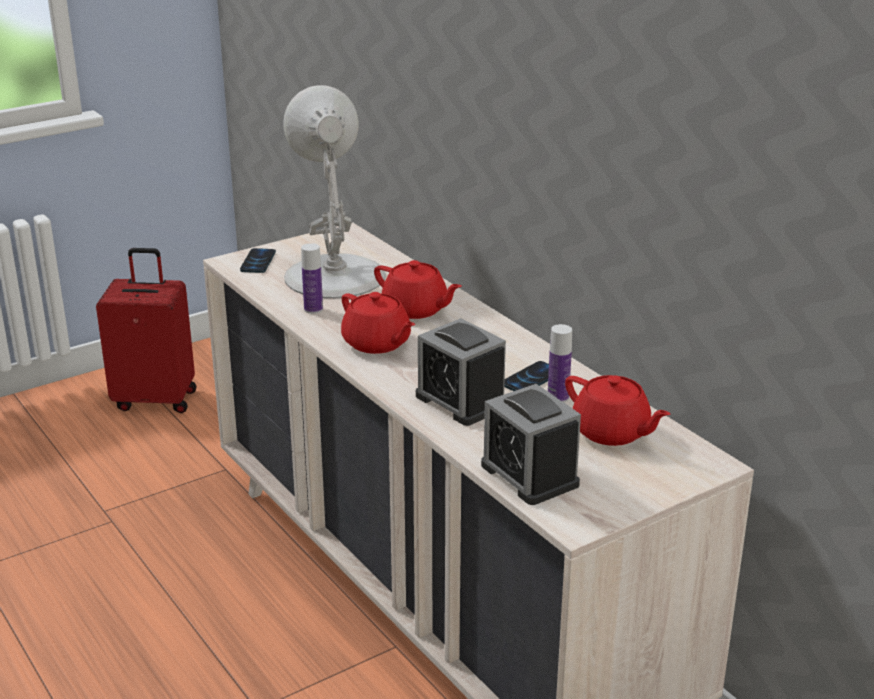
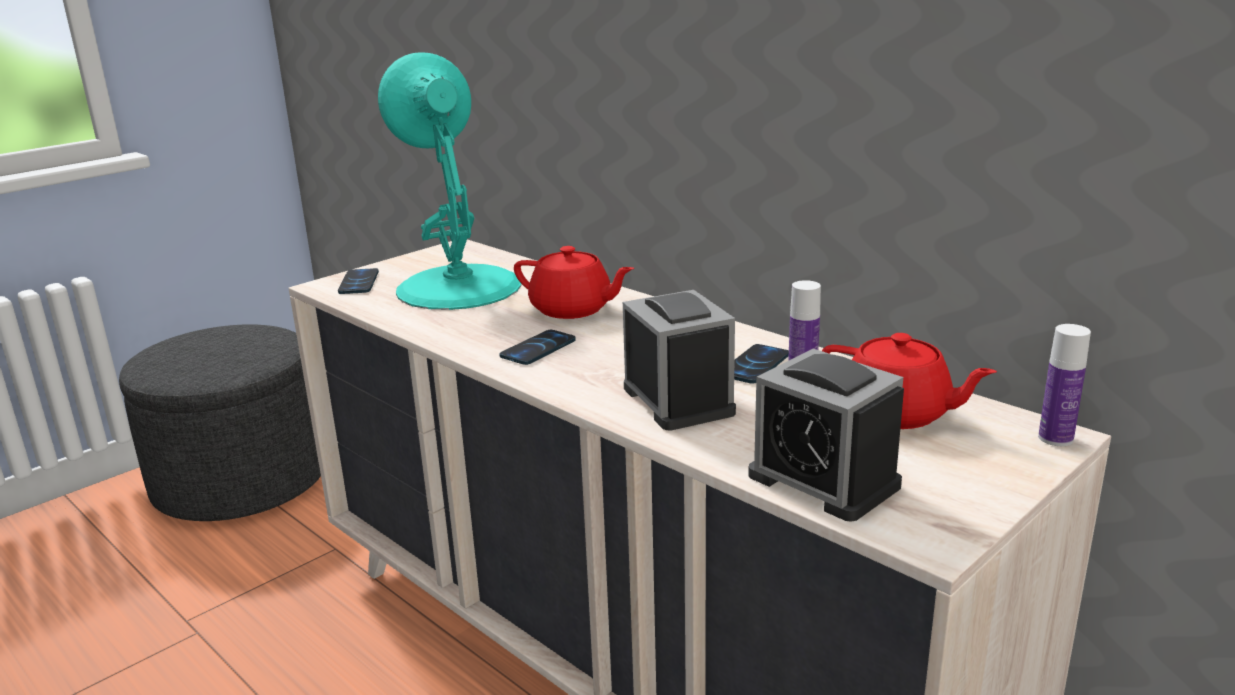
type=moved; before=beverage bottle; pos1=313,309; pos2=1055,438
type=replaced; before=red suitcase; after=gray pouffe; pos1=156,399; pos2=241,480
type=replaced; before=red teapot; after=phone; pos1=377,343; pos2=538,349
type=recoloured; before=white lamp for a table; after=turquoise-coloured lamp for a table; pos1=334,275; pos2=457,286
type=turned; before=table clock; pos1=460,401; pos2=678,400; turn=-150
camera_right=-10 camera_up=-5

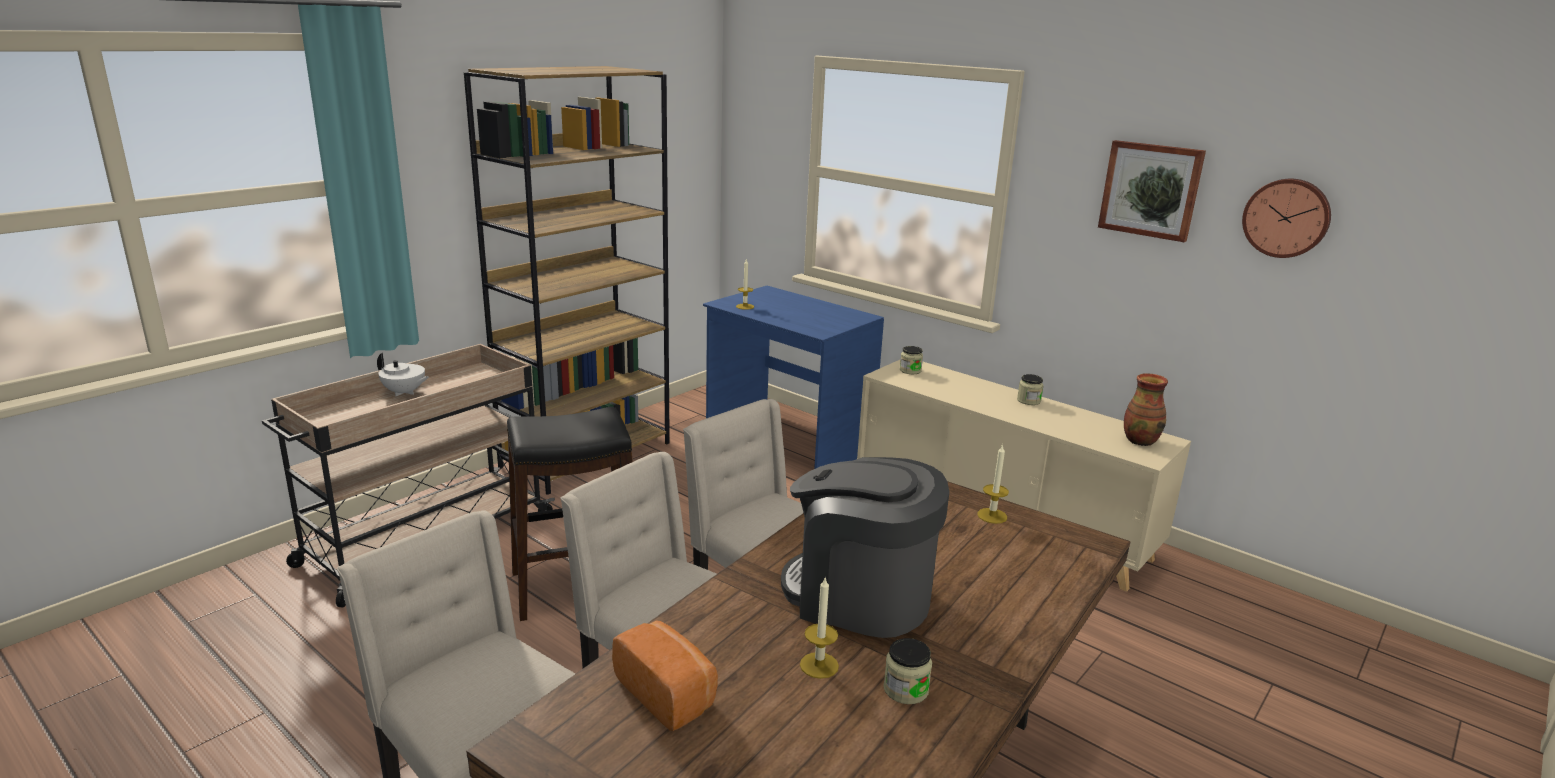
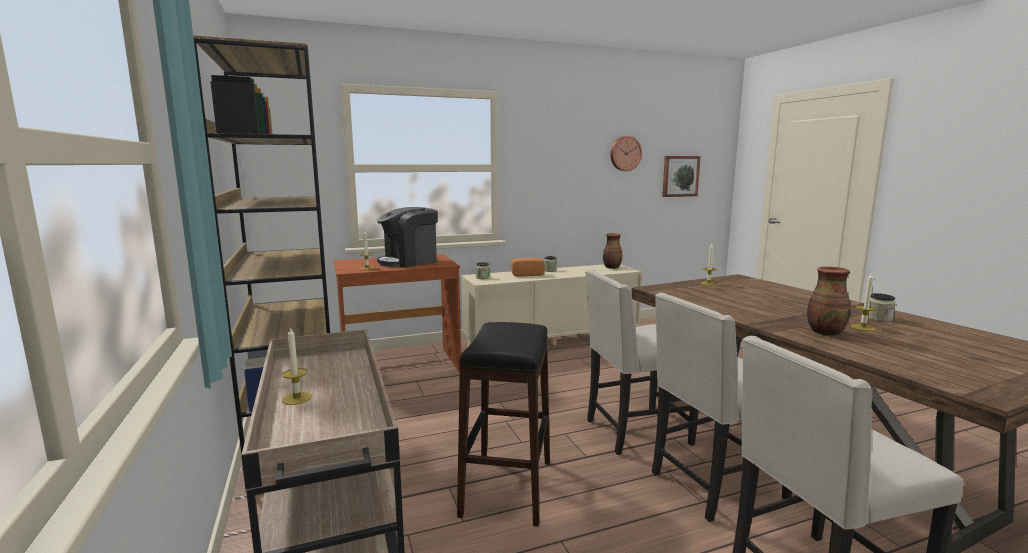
type=added; after=decorative vase; pos2=825,332
type=moved; before=bakery bread; pos1=668,692; pos2=526,274
type=moved; before=coffee machine; pos1=859,596; pos2=409,261
type=moved; before=wall art; pos1=1151,190; pos2=680,176
type=replaced; before=white teapot; after=wax candle; pos1=404,392; pos2=297,398
type=recoloured; before=blue desk; after=brown-coloured desk; pos1=786,444; pos2=400,367
camera_right=-60 camera_up=-10

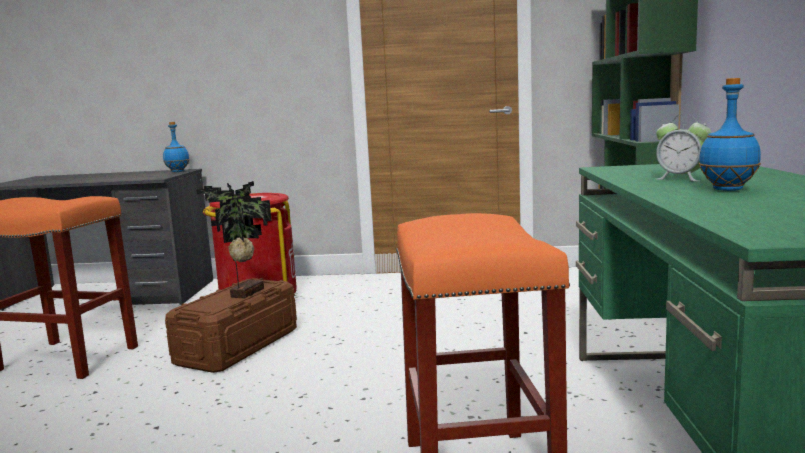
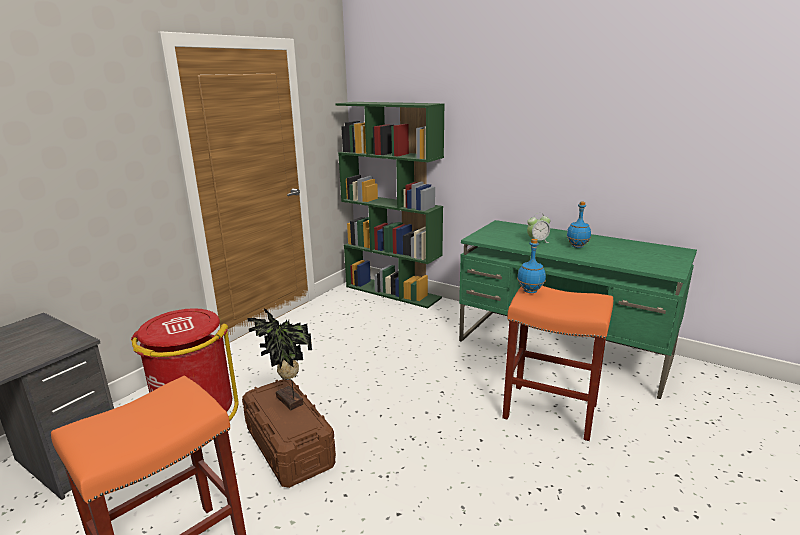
type=moved; before=blue beverage bottle; pos1=177,171; pos2=530,291
camera_right=-60 camera_up=10

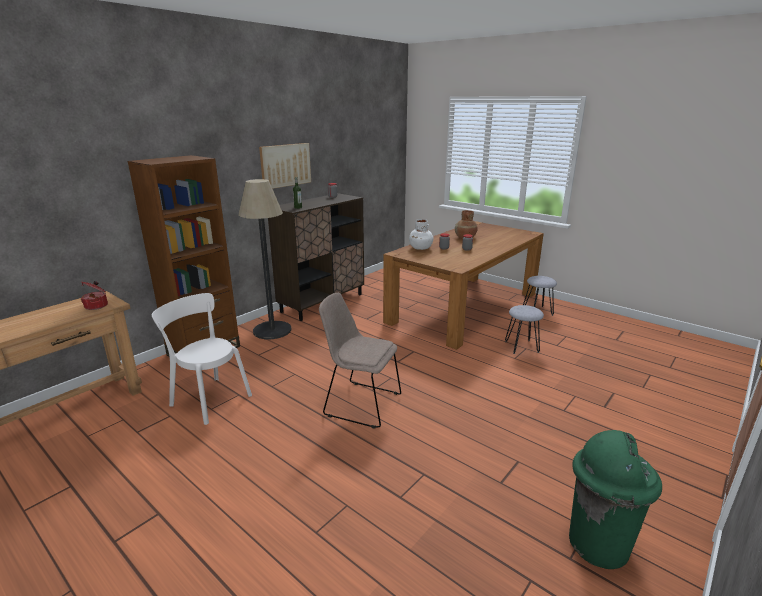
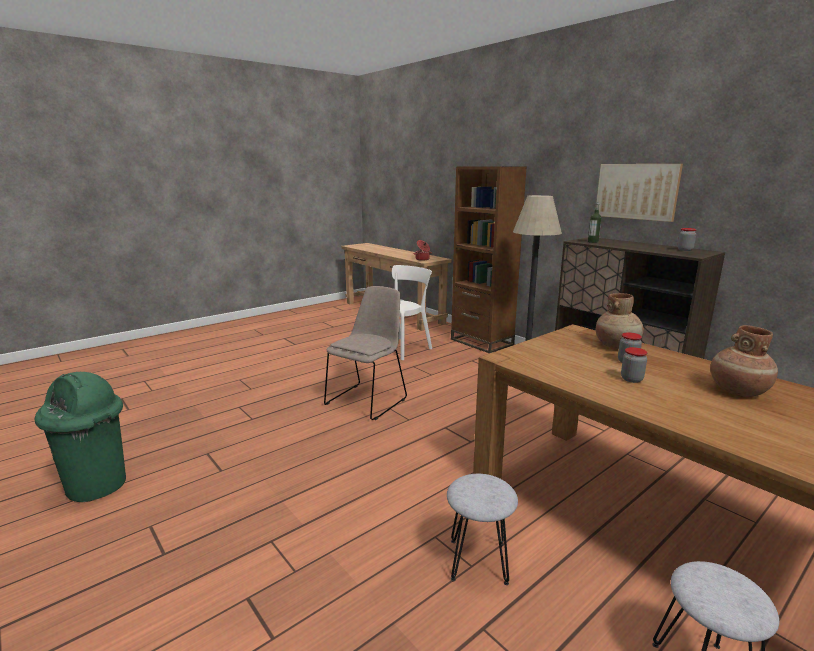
type=recoloured; before=white decorative vase; after=brown-coloured decorative vase; pos1=420,248; pos2=617,346
camera_right=100 camera_up=-5

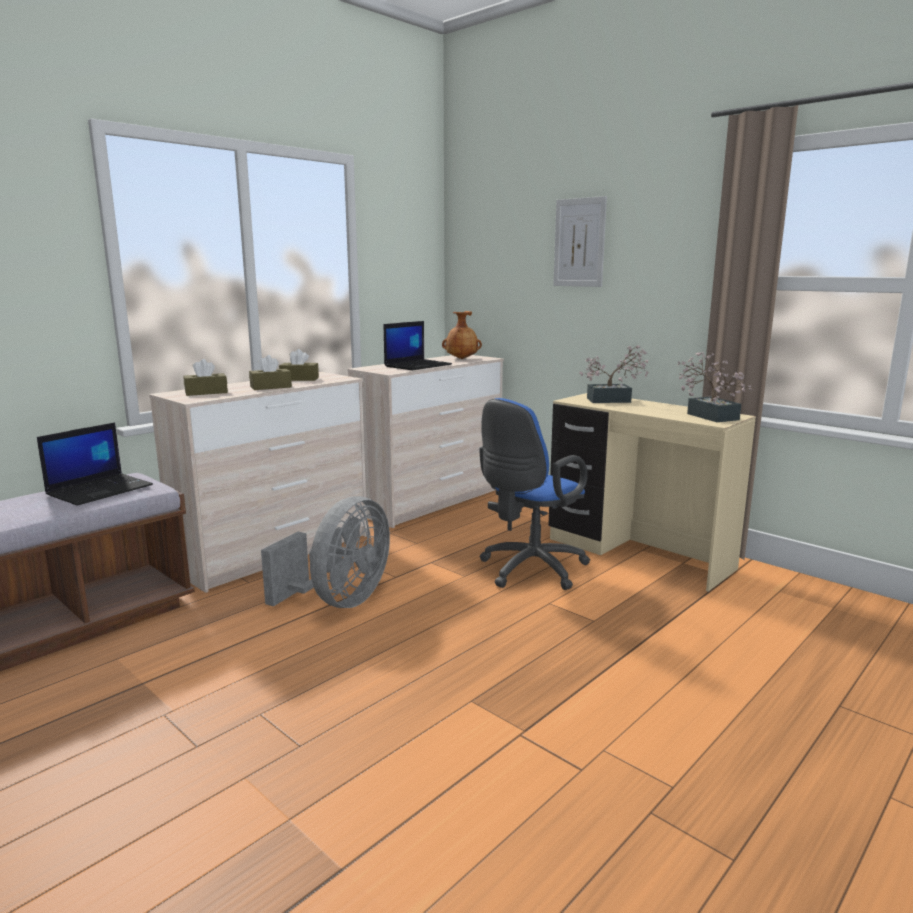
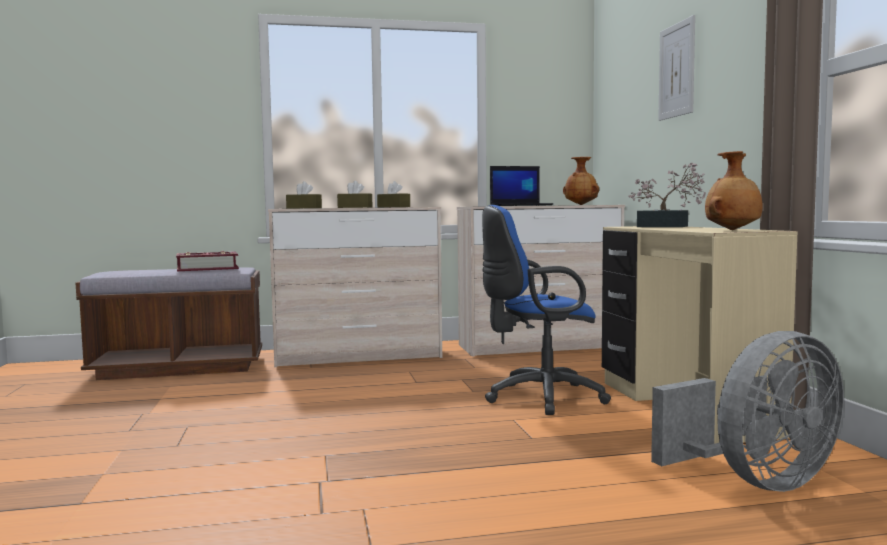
type=moved; before=gray fan; pos1=340,601; pos2=757,481
type=replaced; before=portable computer; after=book; pos1=100,490; pos2=207,268
type=replaced; before=potted plant; after=brown-coloured decorative vase; pos1=709,415; pos2=733,230
camera_right=35 camera_up=-10

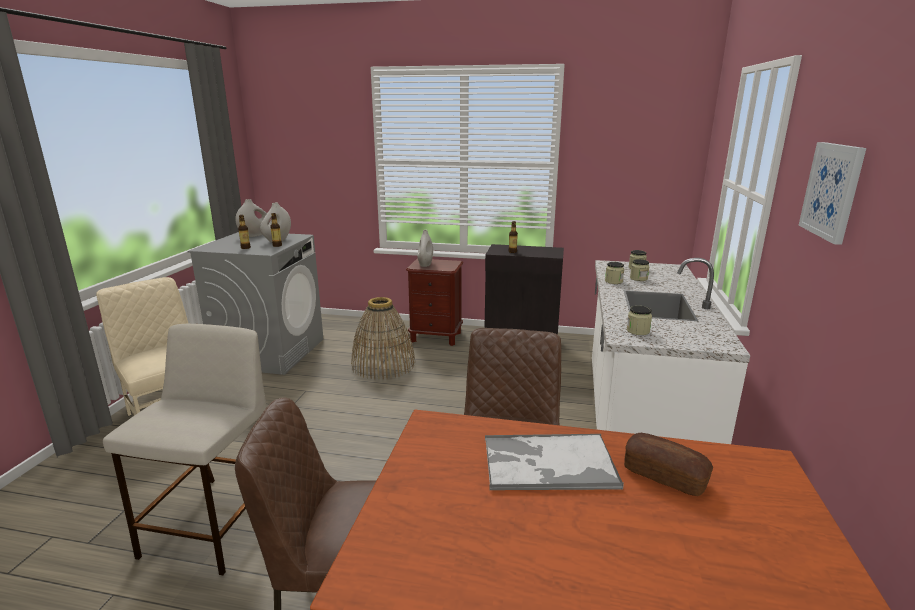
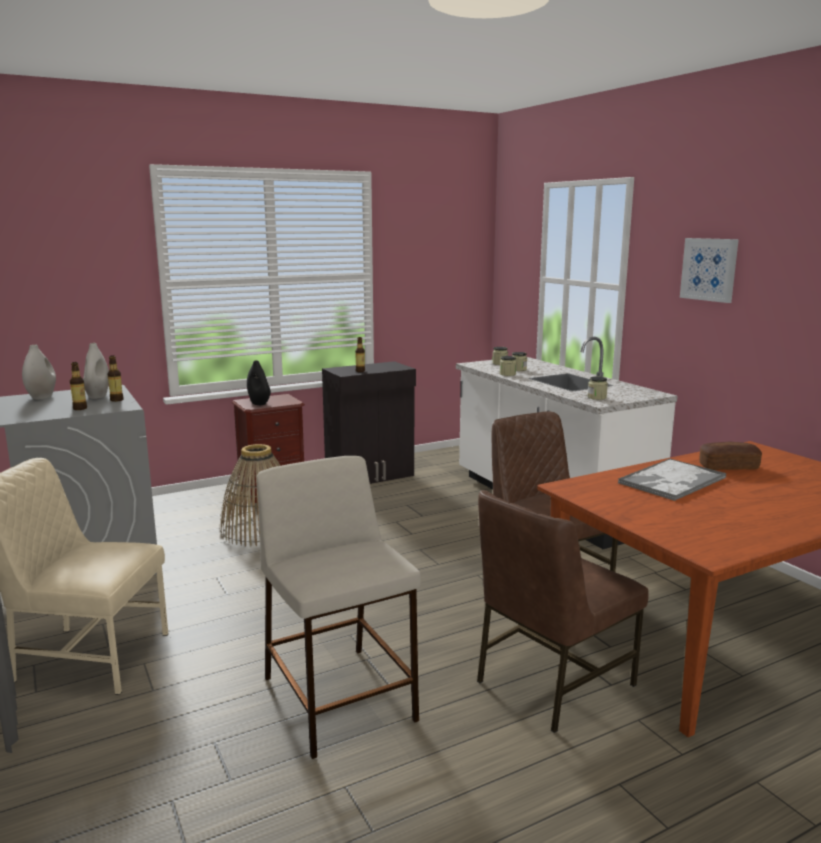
type=recoloured; before=white decorative vase; after=black-coloured decorative vase; pos1=425,264; pos2=259,403
camera_right=-40 camera_up=-5

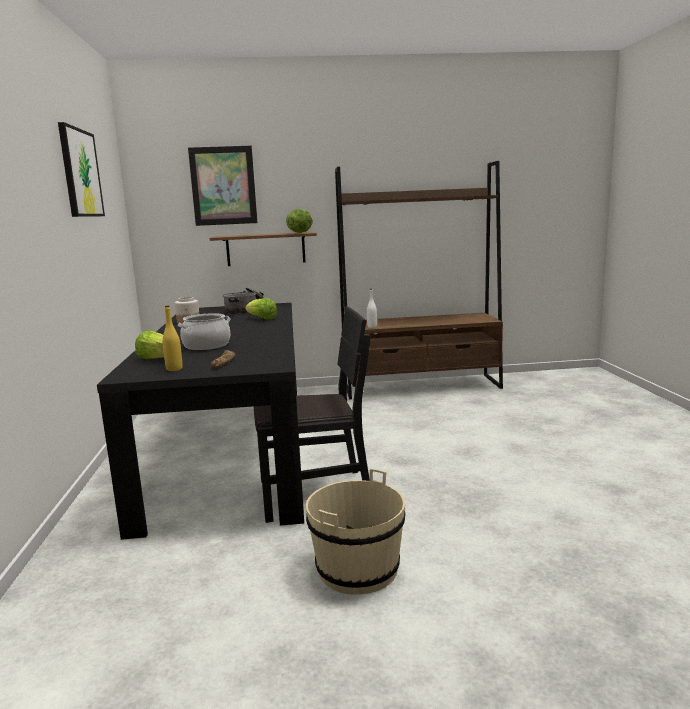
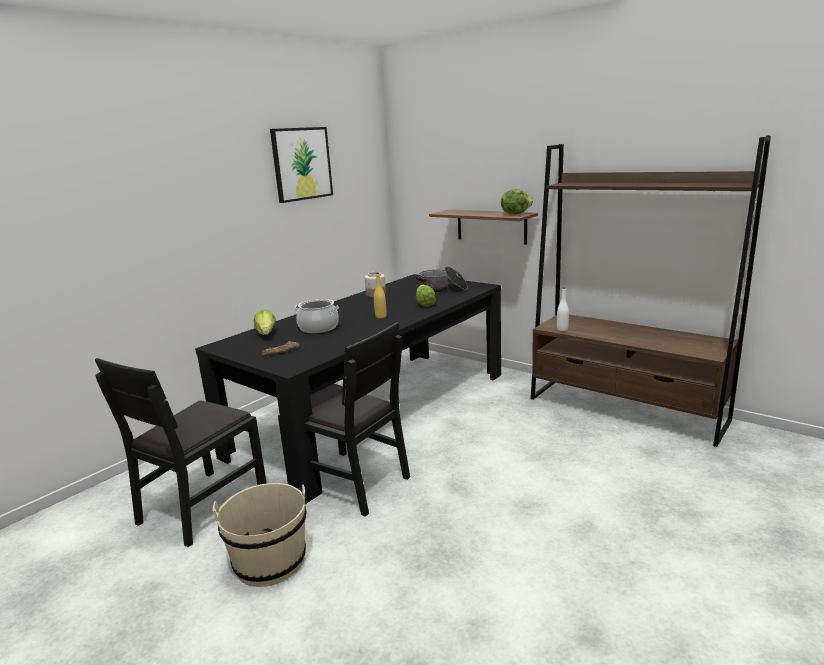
type=removed; before=wall art; pos1=223,186
type=added; after=black-coloured plain chair; pos2=202,506
type=moved; before=yellow-coloured beverage bottle; pos1=174,369; pos2=381,317
camera_right=45 camera_up=5

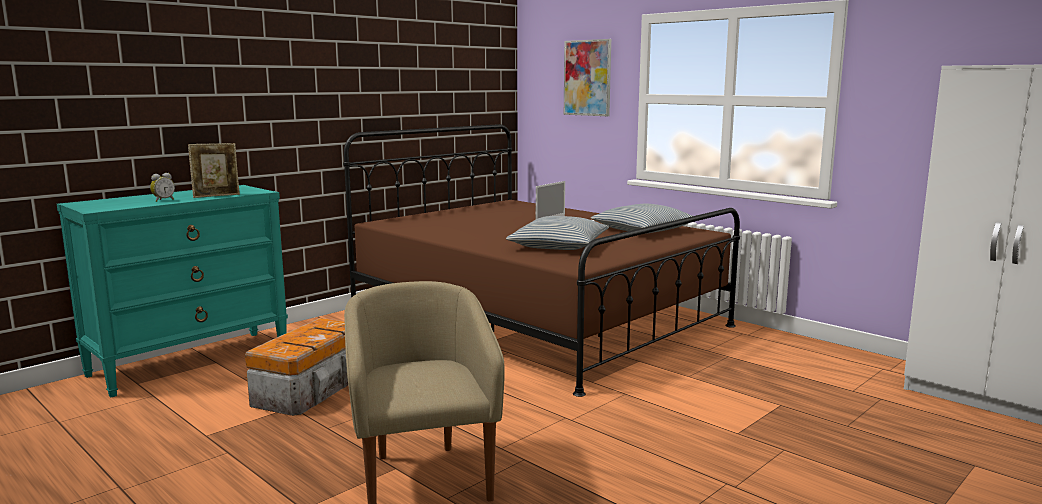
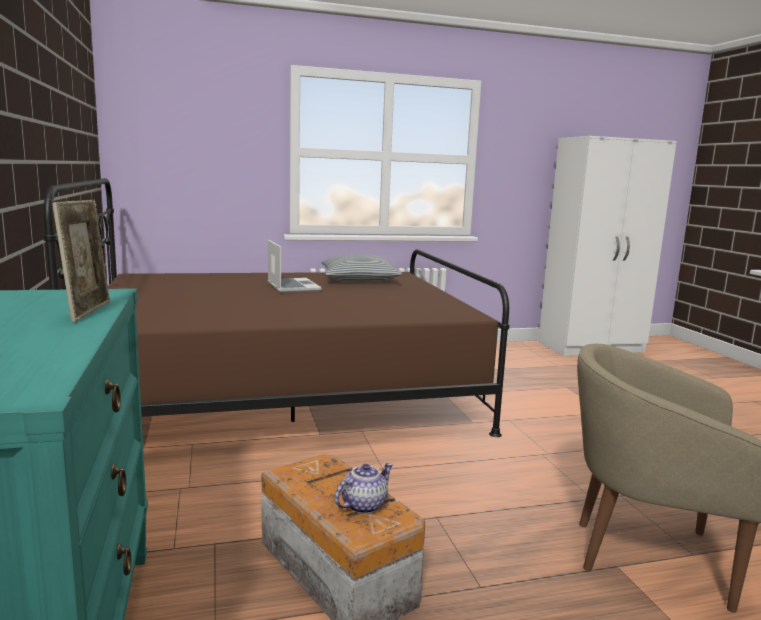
type=removed; before=table clock; pos1=163,200
type=removed; before=throw pillow; pos1=558,245
type=removed; before=wall art; pos1=587,78
type=added; after=teapot; pos2=363,505
camera_right=-60 camera_up=0

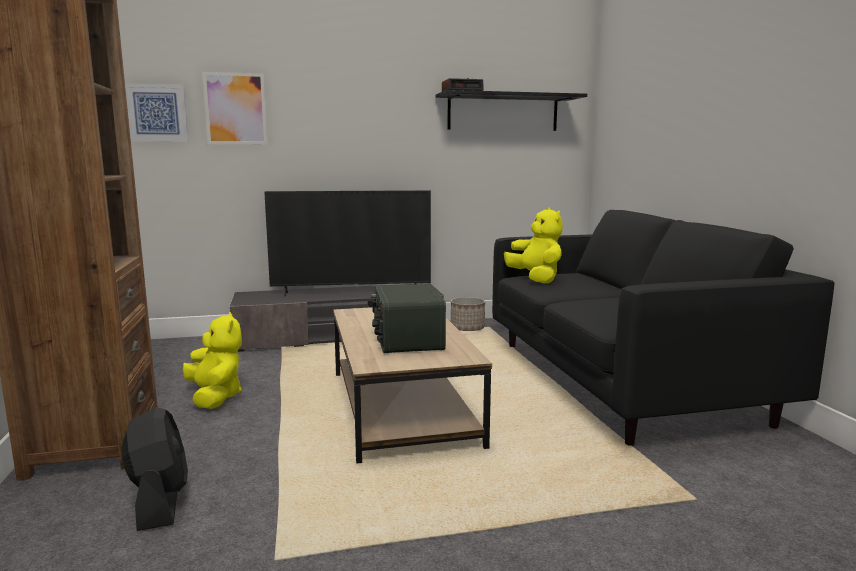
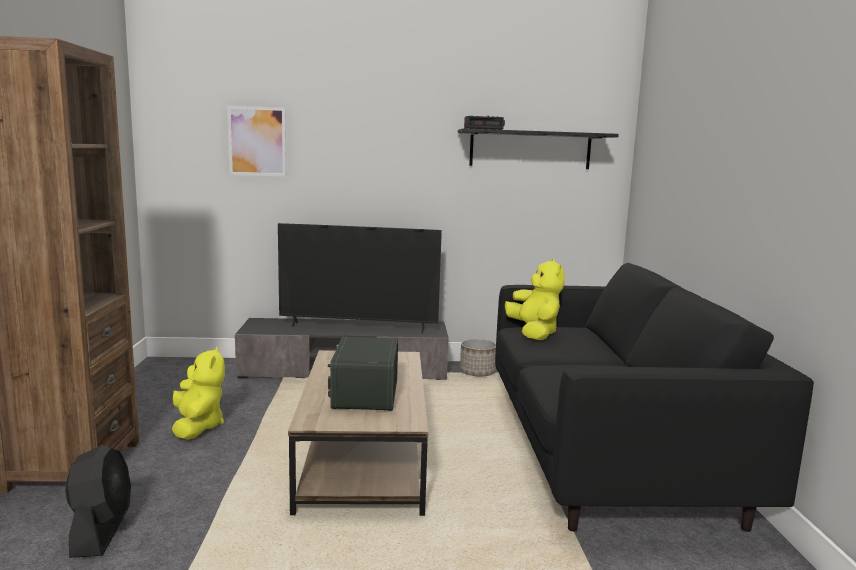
type=removed; before=wall art; pos1=156,113
camera_right=10 camera_up=0

